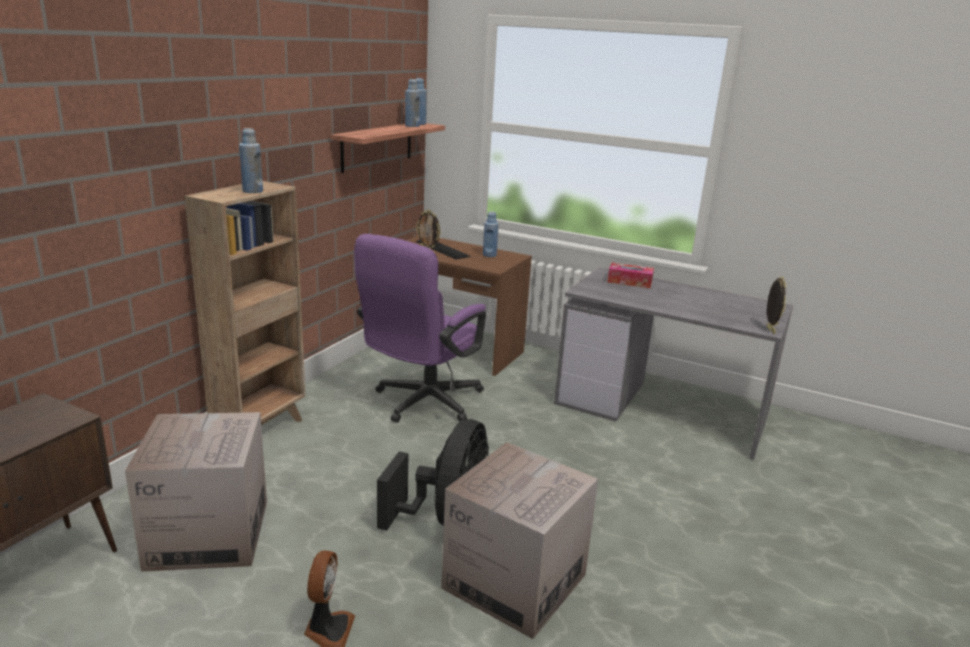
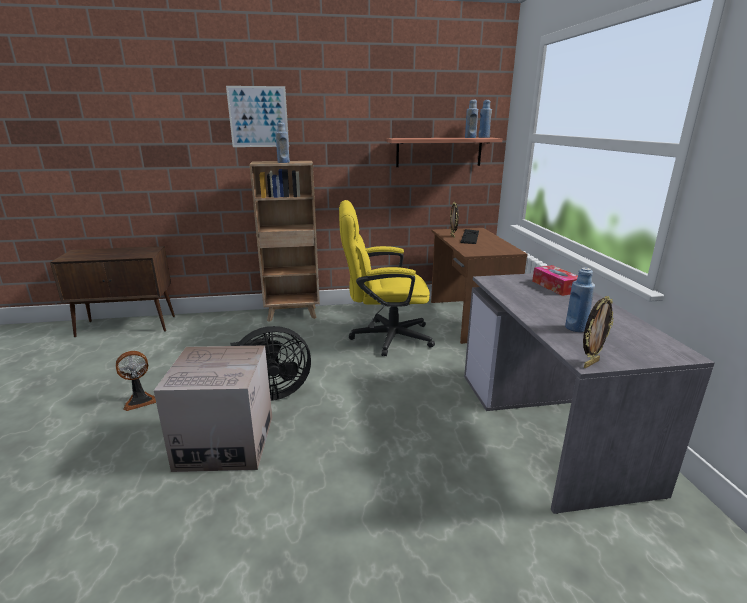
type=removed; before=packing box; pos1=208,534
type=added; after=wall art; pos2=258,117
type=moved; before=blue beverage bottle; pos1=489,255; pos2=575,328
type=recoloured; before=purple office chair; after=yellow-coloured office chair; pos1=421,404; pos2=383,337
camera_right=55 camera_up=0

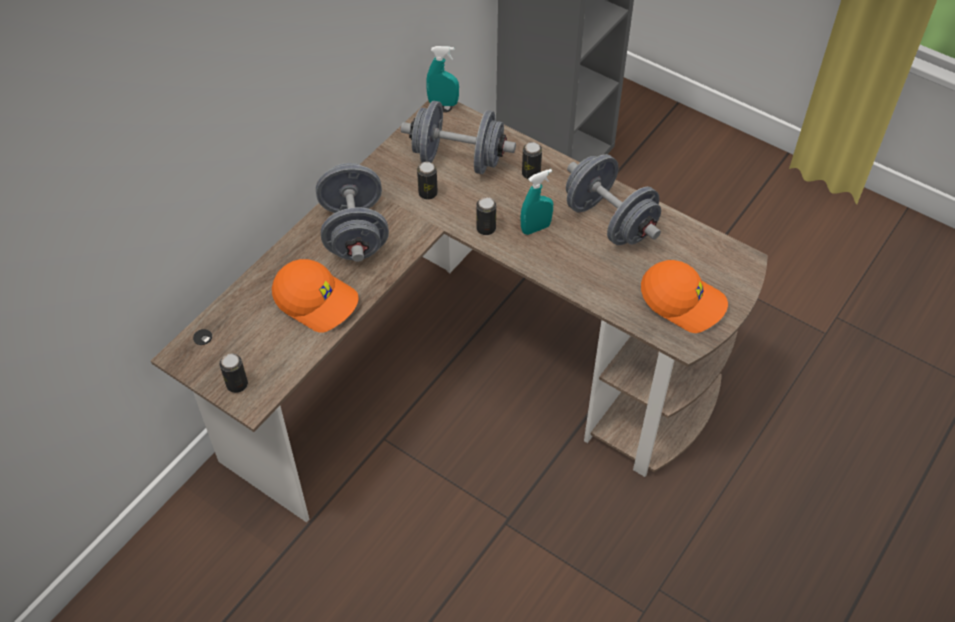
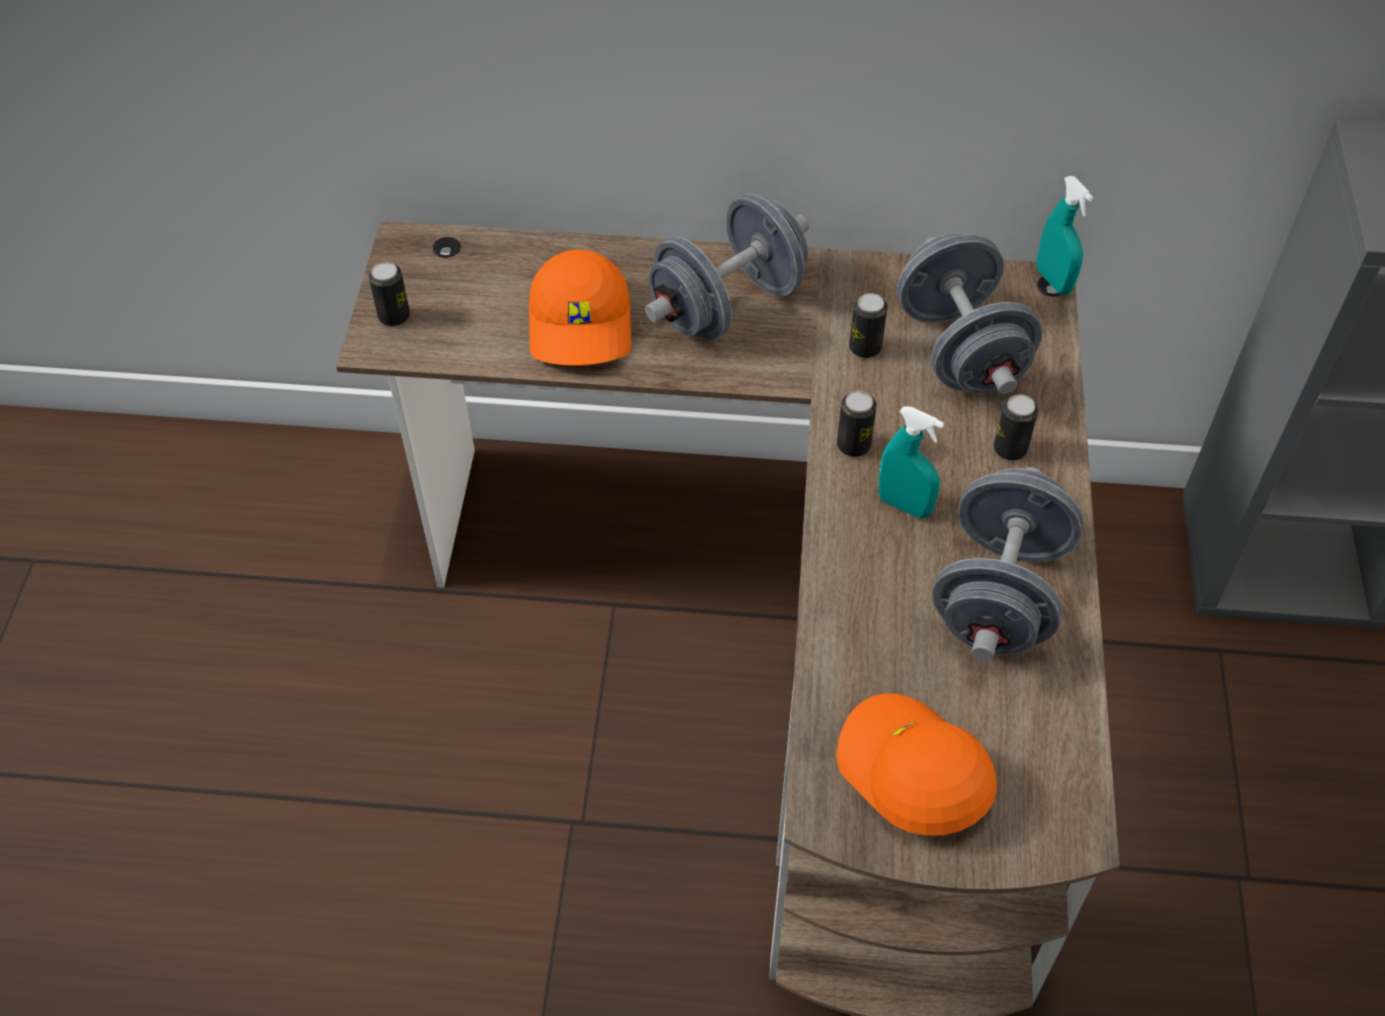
type=turned; before=orange-coloured baseball cap; pos1=683,301; pos2=911,773; turn=150
camera_right=60 camera_up=0

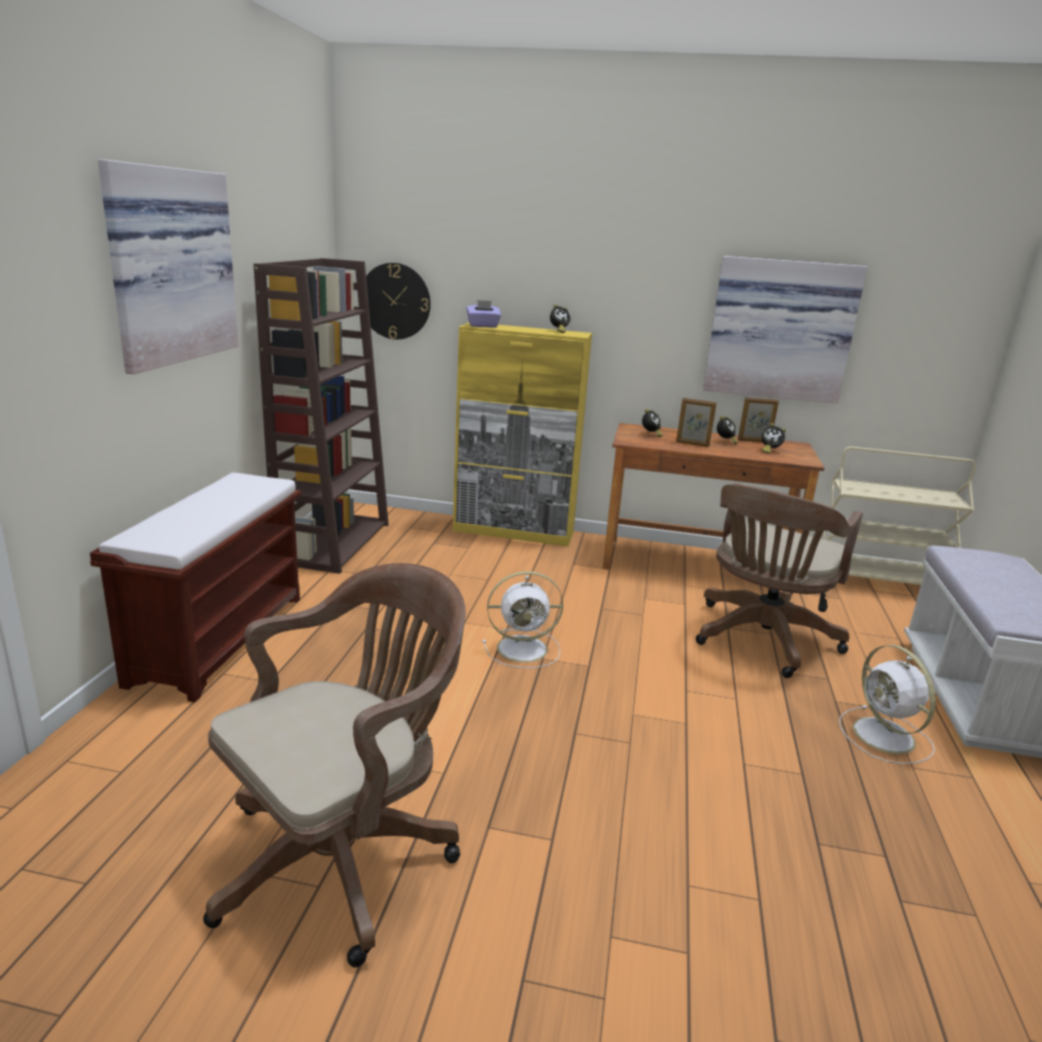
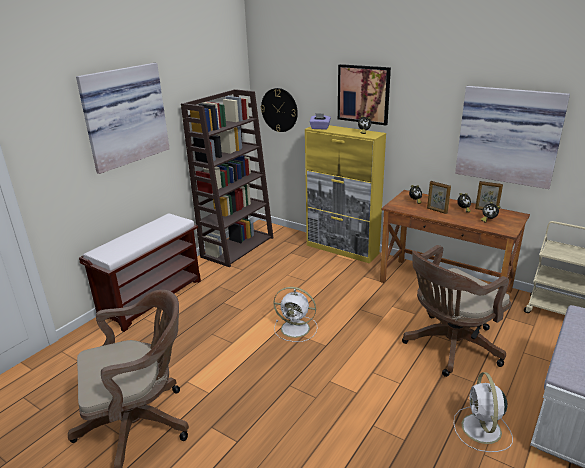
type=added; after=wall art; pos2=363,94
camera_right=25 camera_up=5

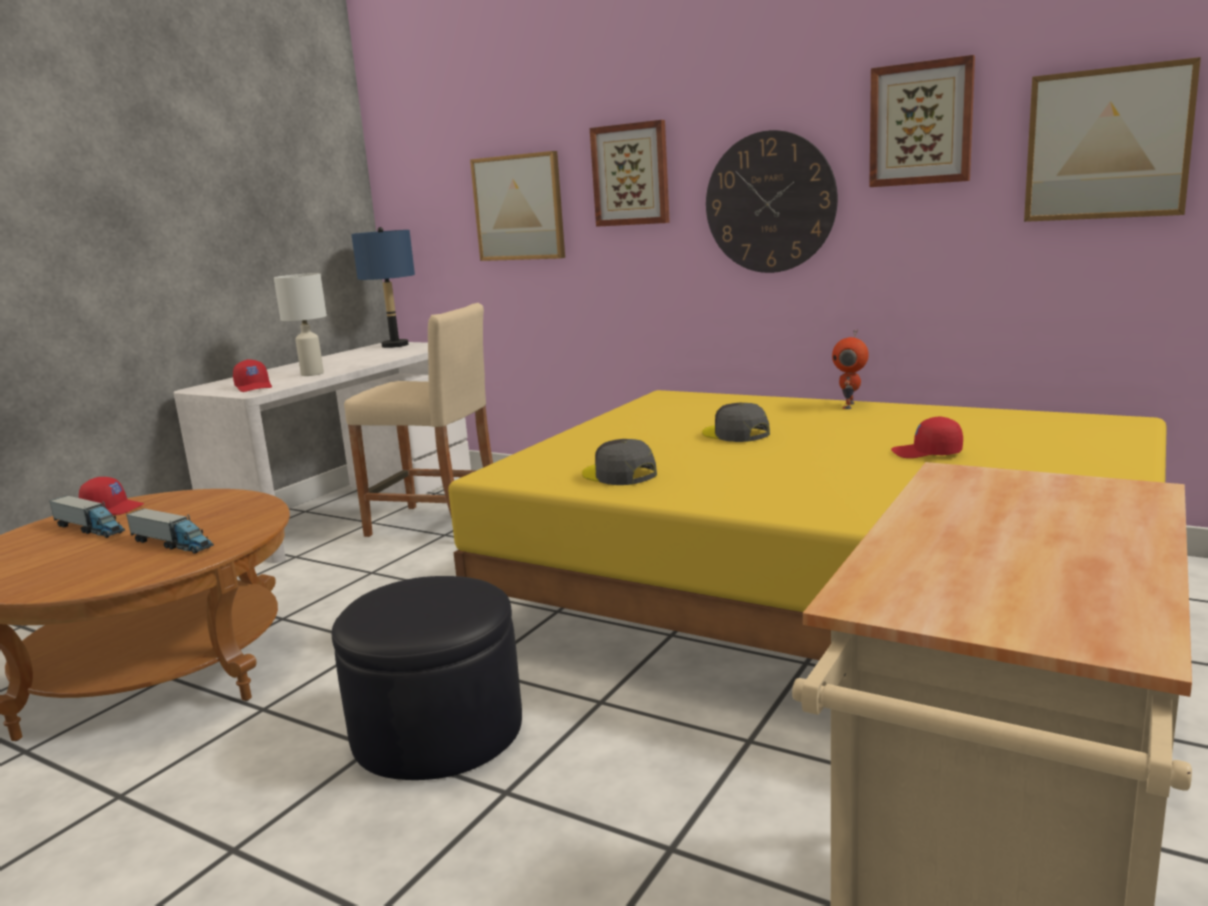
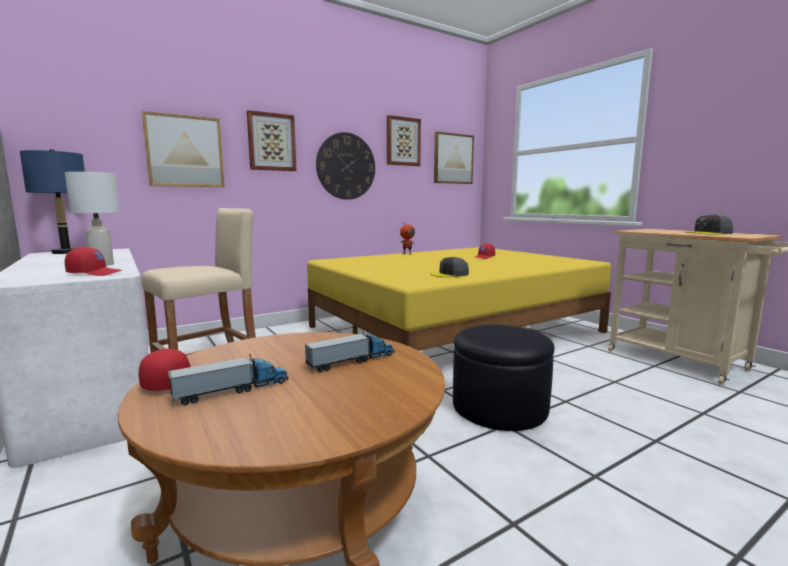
type=moved; before=gray baseball cap; pos1=735,434; pos2=708,233
camera_right=-65 camera_up=-5

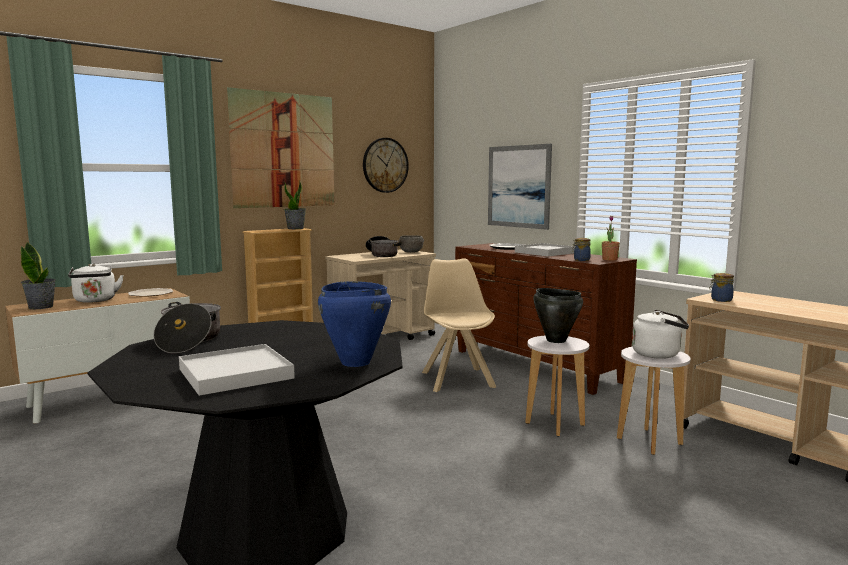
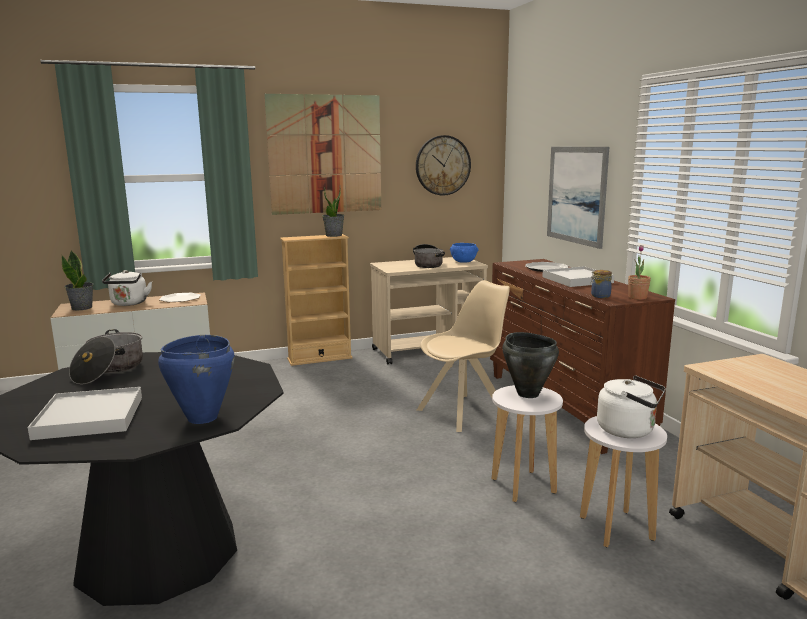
type=removed; before=jar; pos1=720,300
type=recoloured; before=gray serving bowl; after=blue serving bowl; pos1=411,252; pos2=464,261
type=turned; before=sand-coloured plain chair; pos1=457,379; pos2=464,412; turn=45
camera_right=20 camera_up=5

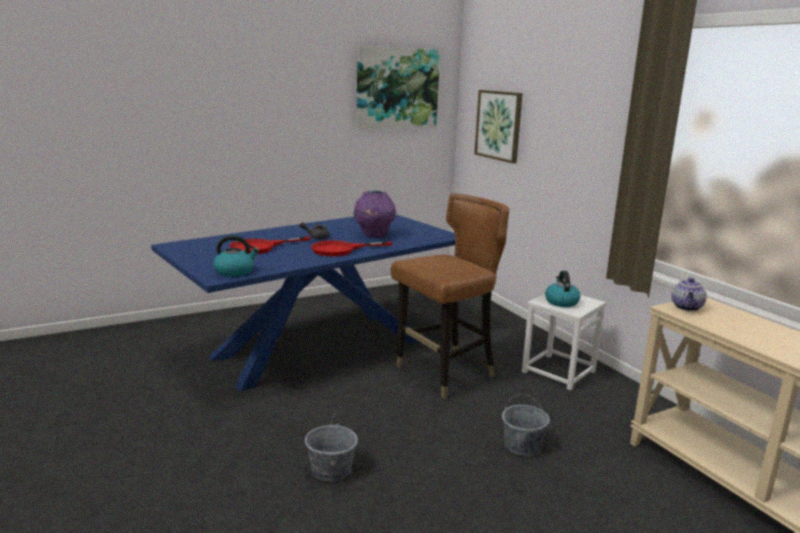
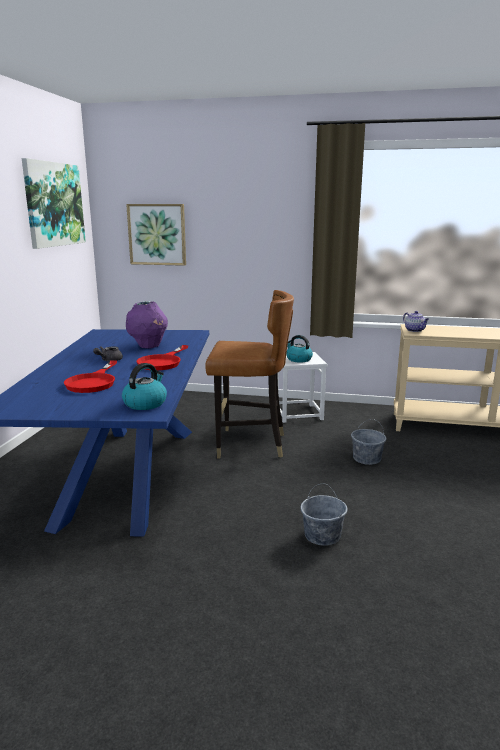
type=turned; before=brown-coloured plain chair; pos1=445,374; pos2=249,444; turn=90
camera_right=-50 camera_up=0

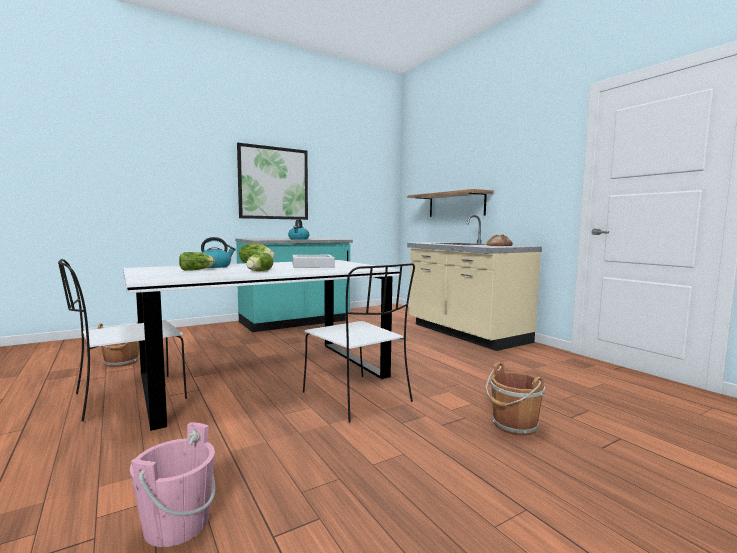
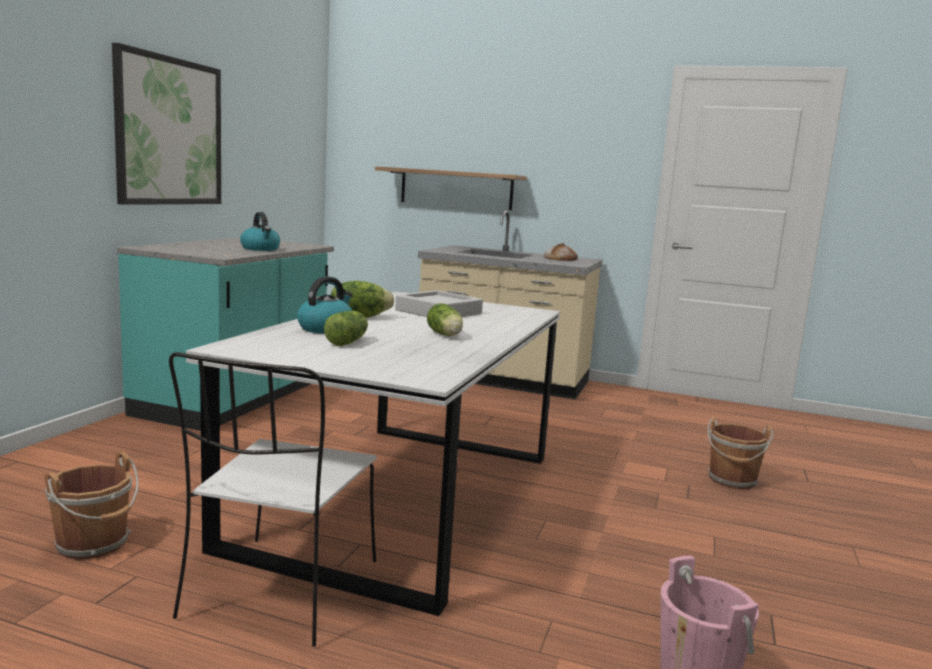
type=removed; before=white plain chair; pos1=358,398
camera_right=-40 camera_up=5

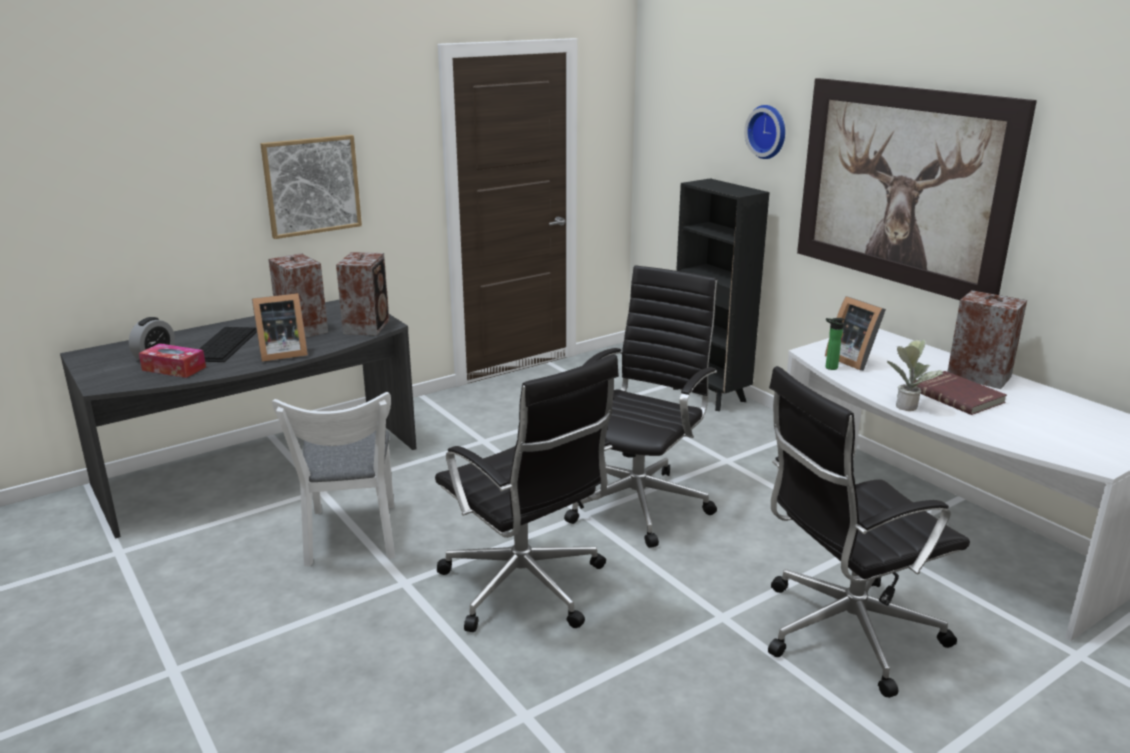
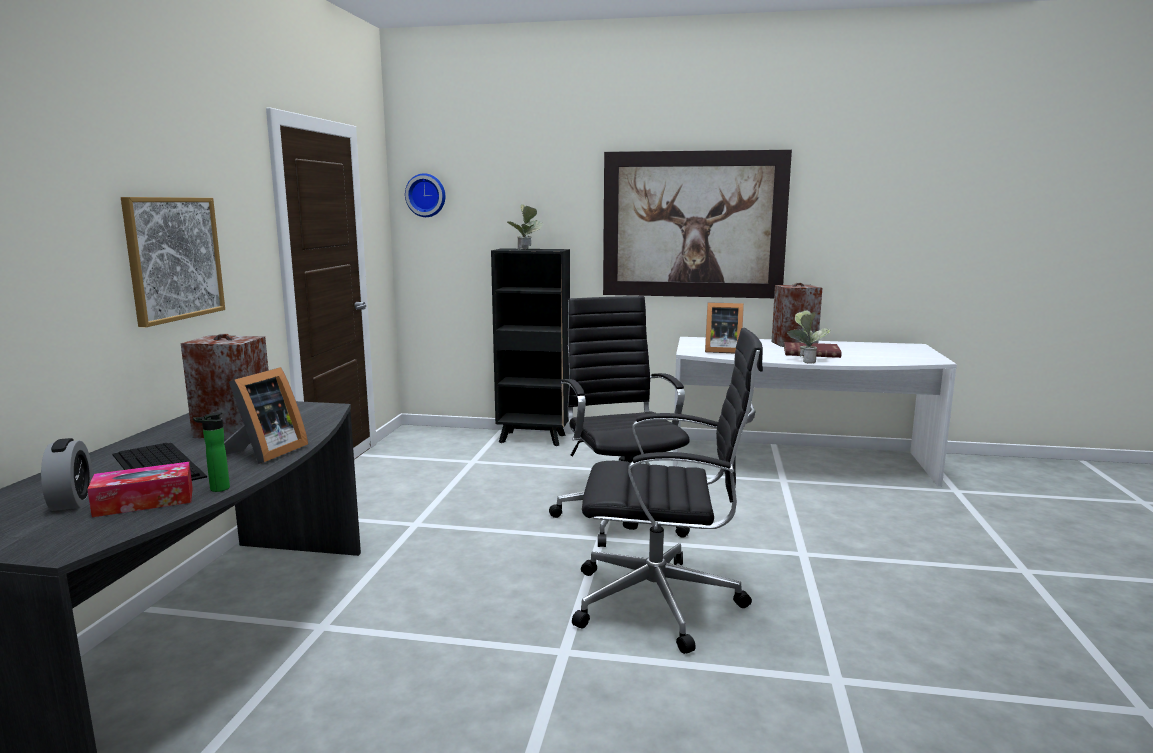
type=removed; before=white plain chair; pos1=351,539
type=removed; before=loudspeaker; pos1=367,326
type=removed; before=black-coloured office chair; pos1=844,632
type=added; after=potted plant; pos2=526,249
type=moved; before=clock on the wall; pos1=768,131; pos2=426,195
type=moved; before=beverage bottle; pos1=829,367; pos2=216,489
camera_right=-45 camera_up=-10

